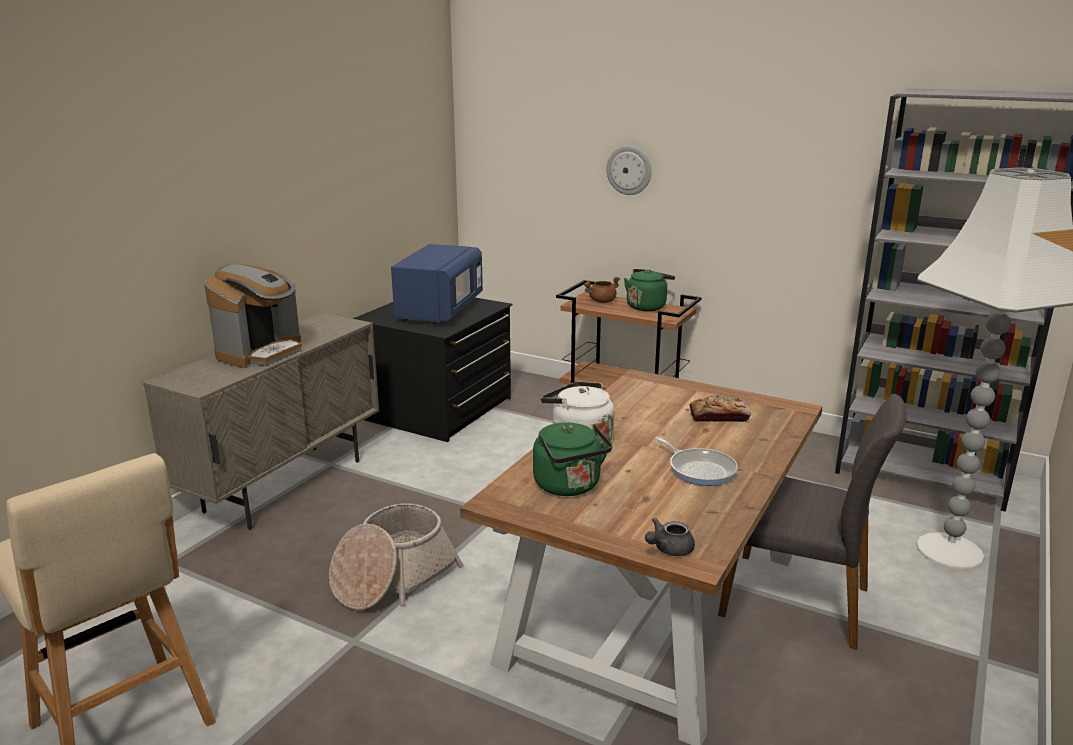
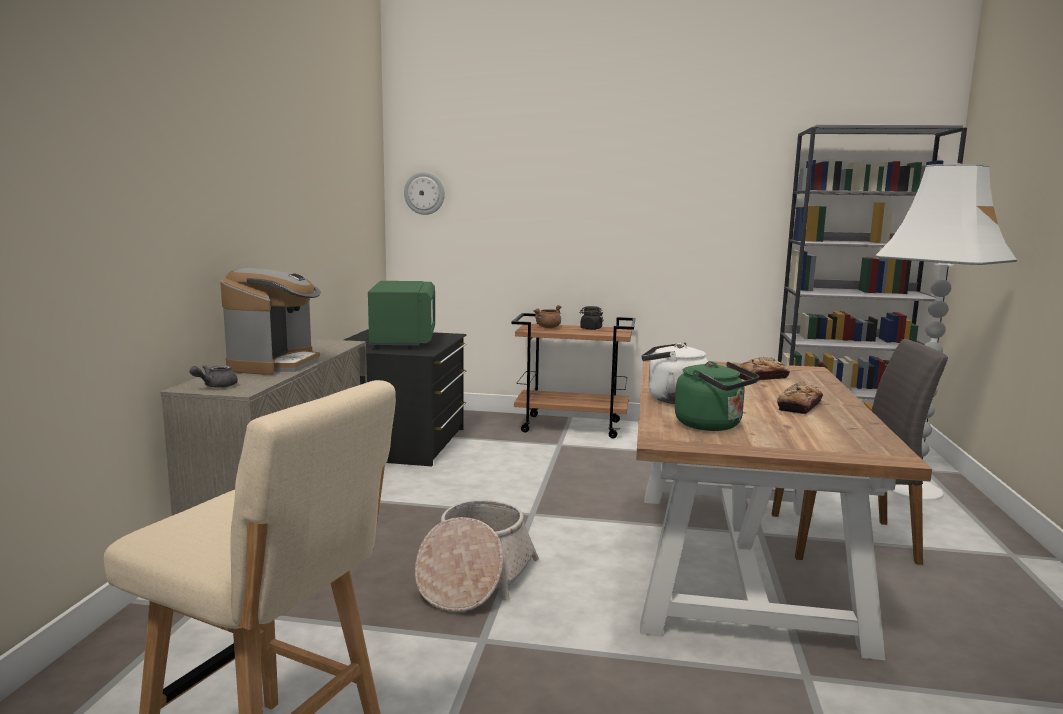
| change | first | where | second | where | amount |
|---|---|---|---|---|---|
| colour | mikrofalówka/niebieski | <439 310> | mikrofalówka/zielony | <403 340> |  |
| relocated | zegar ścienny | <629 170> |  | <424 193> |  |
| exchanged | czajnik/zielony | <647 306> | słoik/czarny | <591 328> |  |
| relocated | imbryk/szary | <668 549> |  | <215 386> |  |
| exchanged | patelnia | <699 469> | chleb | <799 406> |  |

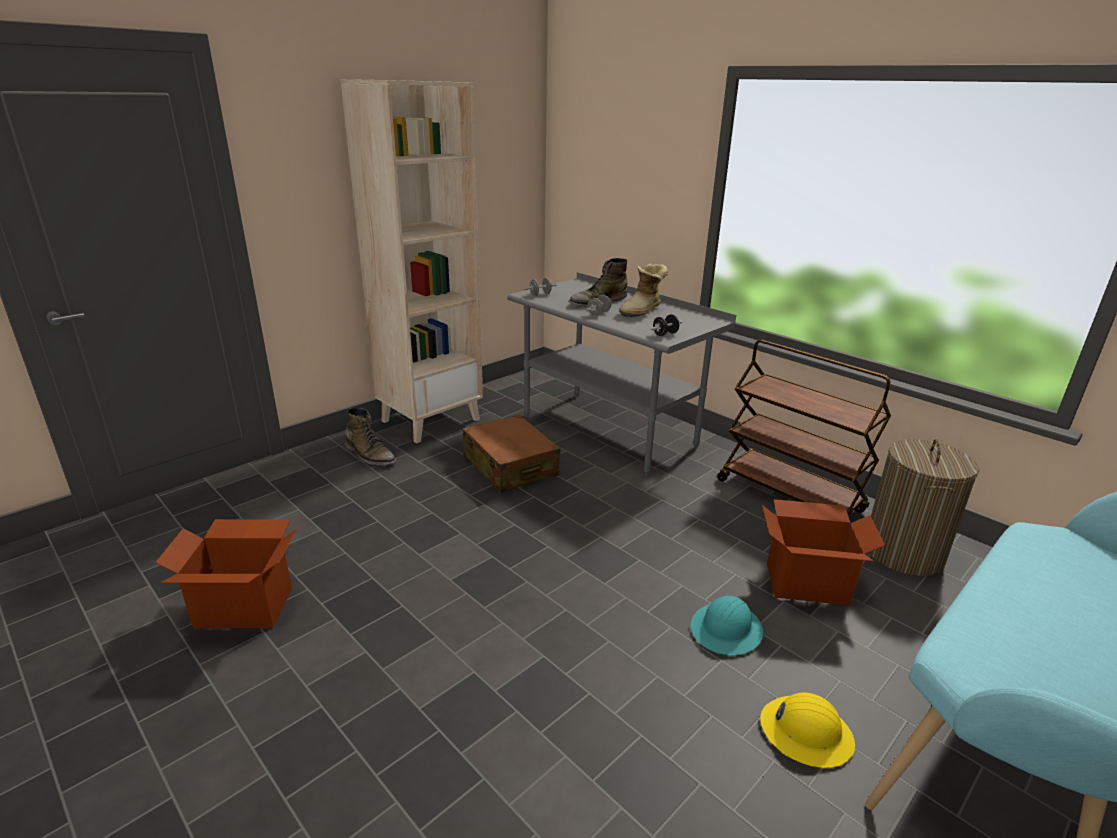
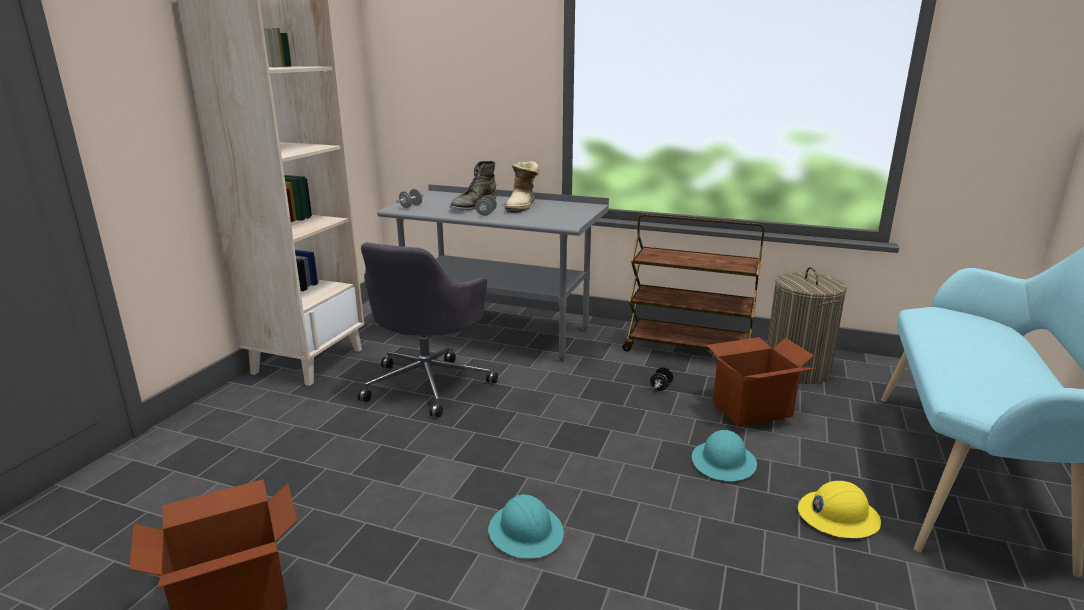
| change | first | where | second | where | amount |
|---|---|---|---|---|---|
| missing | but z cholewką/zielony | <370 455> |  |  |  |
| exchanged | walizka/brązowy | <510 466> | krzesło biurowe/szary | <429 383> |  |
| relocated | hantel/czarny | <665 334> |  | <661 387> |  |
| appeared |  |  | kask/turkusowy | <526 532> |  |

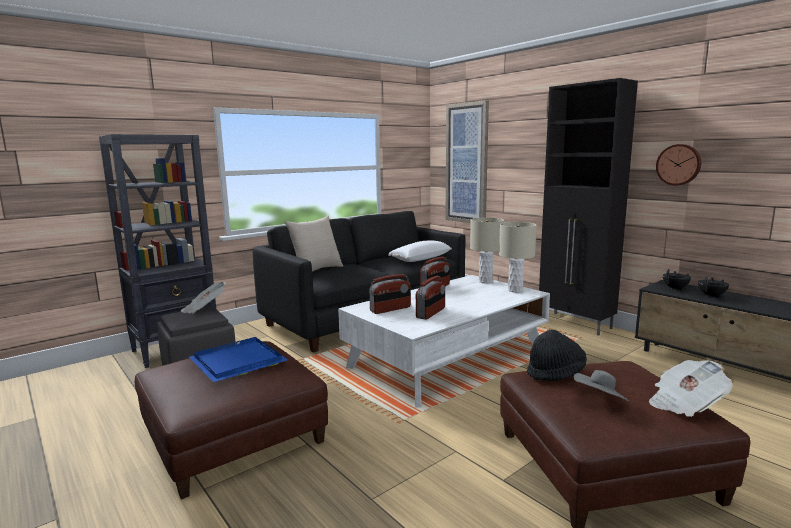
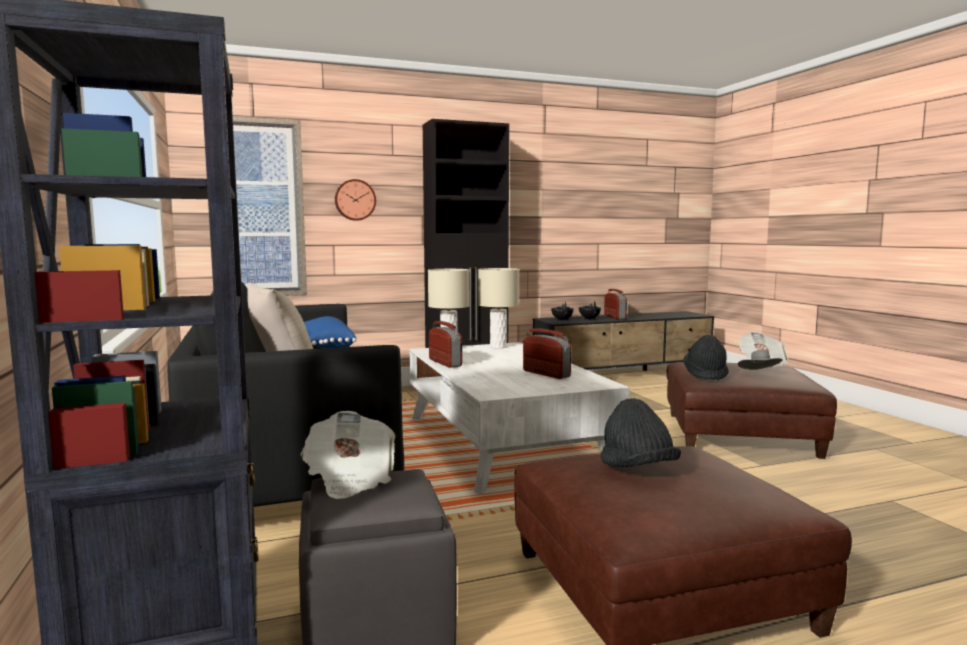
| change | first | where | second | where | amount |
|---|---|---|---|---|---|
| exchanged | taca/niebieski | <240 361> | kapelusz/czarny | <637 469> |  |
| relocated | radio | <390 309> |  | <615 317> |  |
| colour | poduszka/biały | <420 259> | poduszka/niebieski | <324 346> |  |
| relocated | zegar ścienny | <679 164> |  | <355 200> |  |

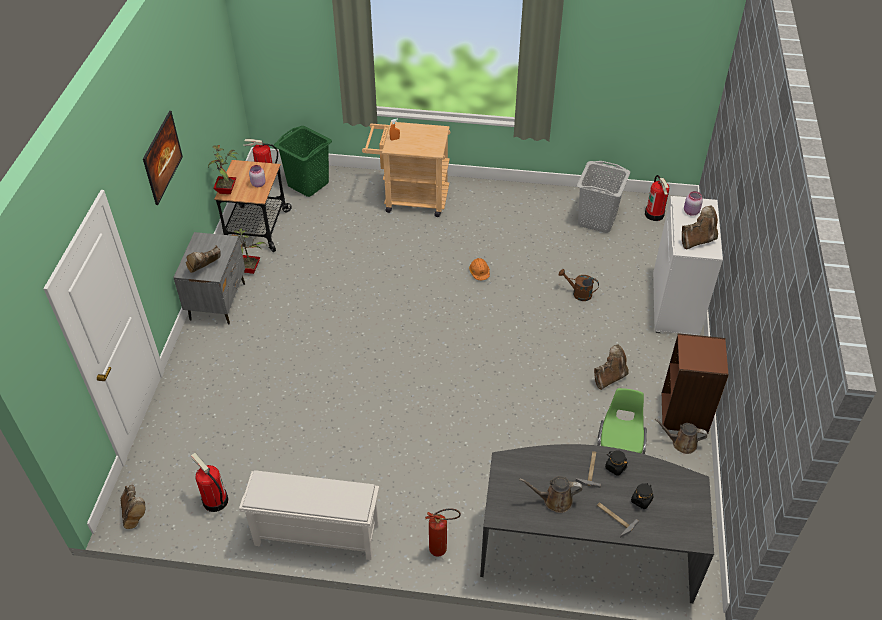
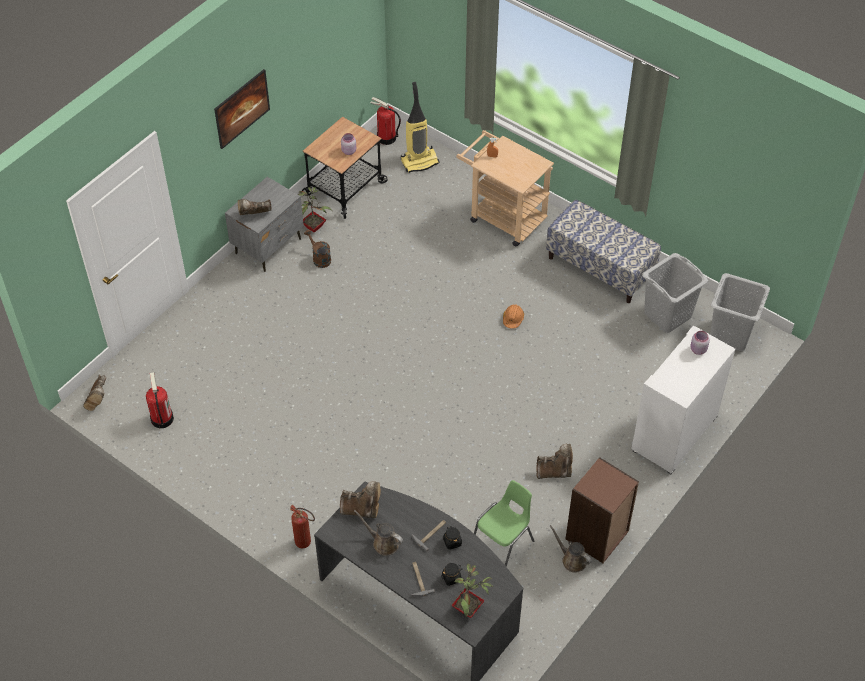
| change | first | where | second | where | amount |
|---|---|---|---|---|---|
| relocated | roślina doniczkowa | <227 190> |  | <468 609> |  |
| missing | regał na buty/biały | <315 535> |  |  |  |
| exchanged | kosz na pranie/zielony | <308 184> | odkurzacz | <419 161> |  |
| relocated | konewka/brązowy | <578 293> |  | <319 258> |  |
| exchanged | gaśnica | <654 214> | kosz na pranie/szary | <731 334> |  |
| relocated | but z cholewką/brązowy | <697 240> |  | <362 510> |  |
| appeared |  |  | ławka | <600 268> |  |

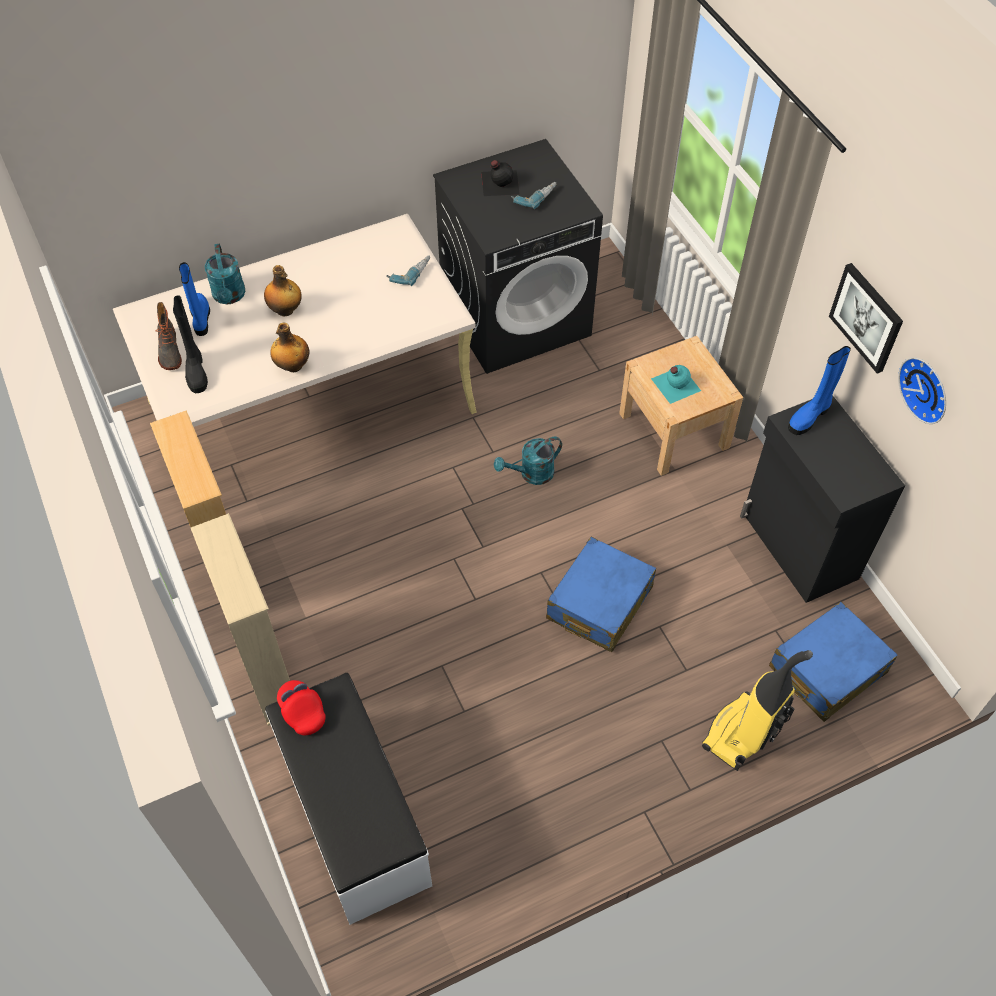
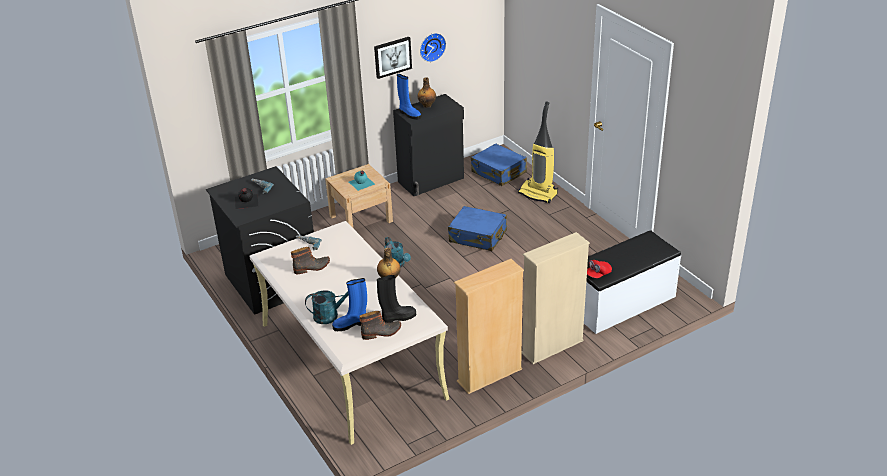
| change | first | where | second | where | amount |
|---|---|---|---|---|---|
| relocated | butelka | <285 310> |  | <427 105> |  |
| appeared |  |  | but z cholewką | <312 267> |  |

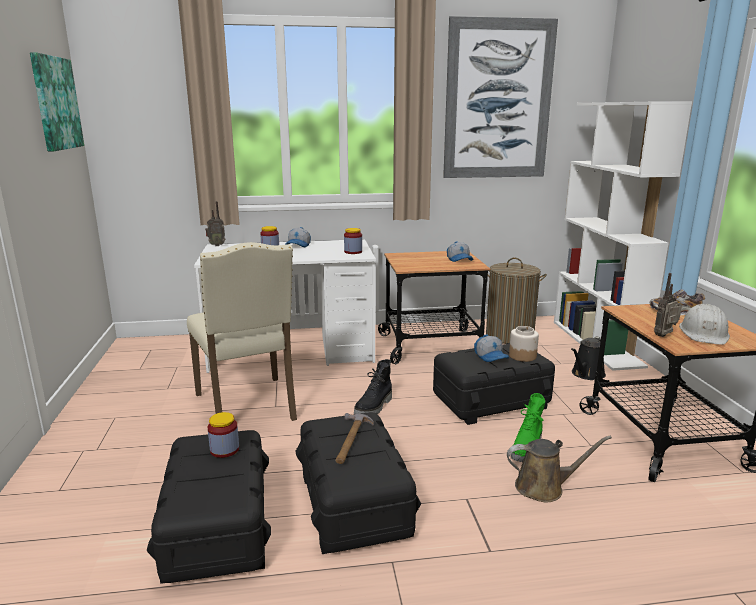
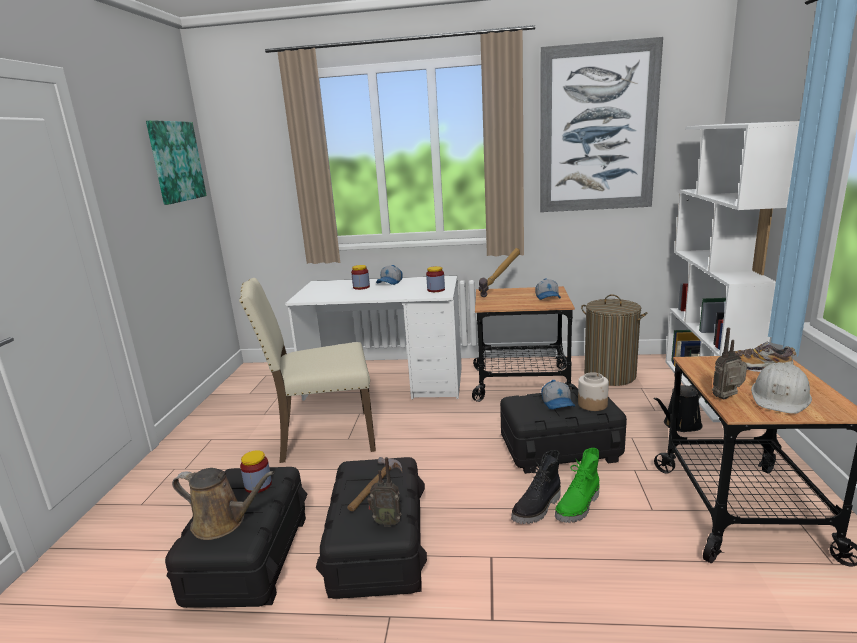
| change | first | where | second | where | amount |
|---|---|---|---|---|---|
| spun | krzesło/beżowy | <248 407> |  | <324 437> | 90 degrees clockwise |
| relocated | radio | <216 245> |  | <387 522> |  |
| relocated | but z cholewką/czarny | <374 407> |  | <538 509> |  |
| relocated | konewka/brązowy | <544 487> |  | <223 522> |  |
| appeared |  |  | młotek | <500 295> |  |

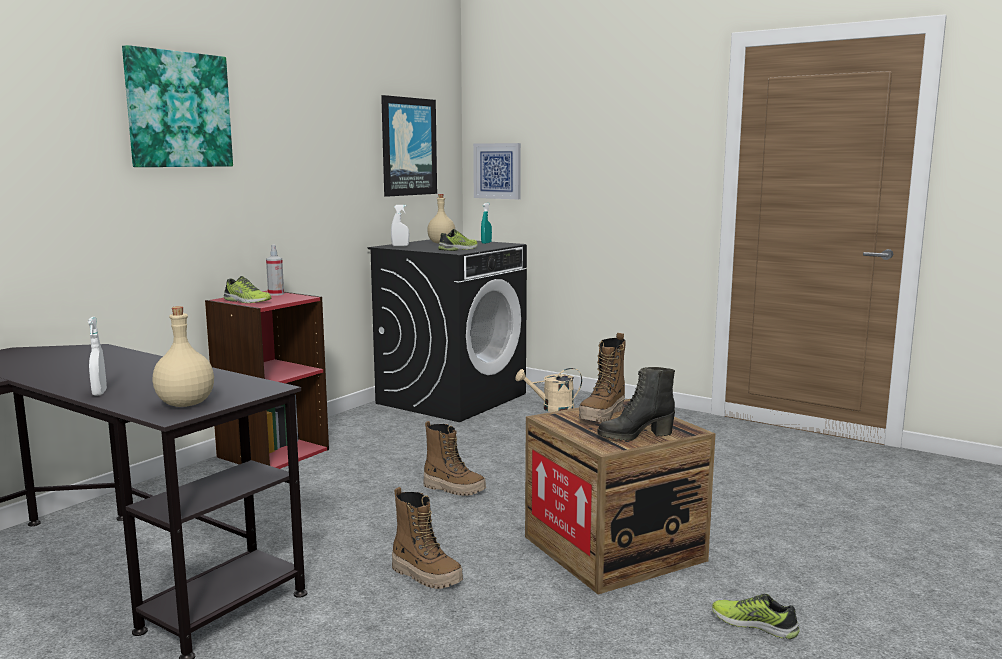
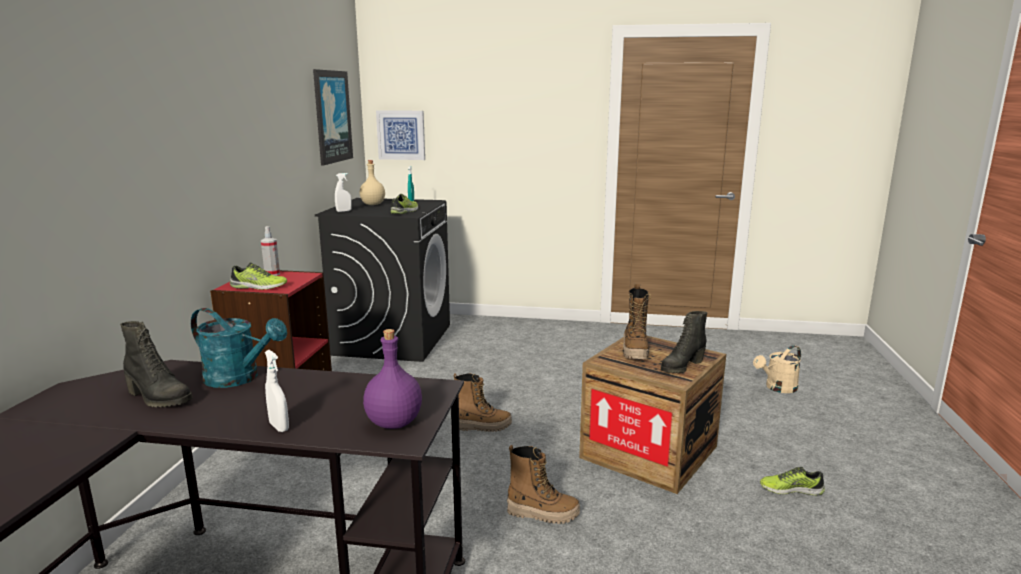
| change | first | where | second | where | amount |
|---|---|---|---|---|---|
| missing | obraz | <178 110> |  |  |  |
| colour | butelka/beżowy | <184 404> | butelka/fioletowy | <393 423> |  |
| relocated | konewka/beżowy | <552 408> |  | <777 388> |  |
| appeared |  |  | but z cholewką/czarny | <158 398> |  |
| appeared |  |  | konewka/turkusowy | <239 378> |  |

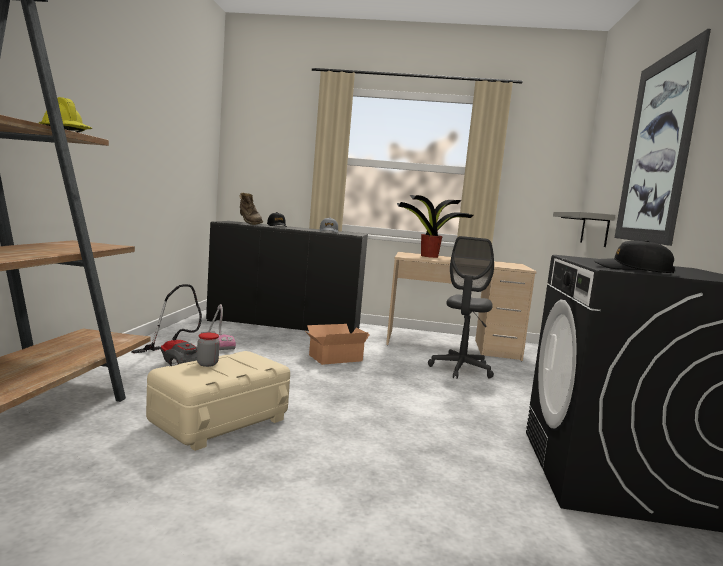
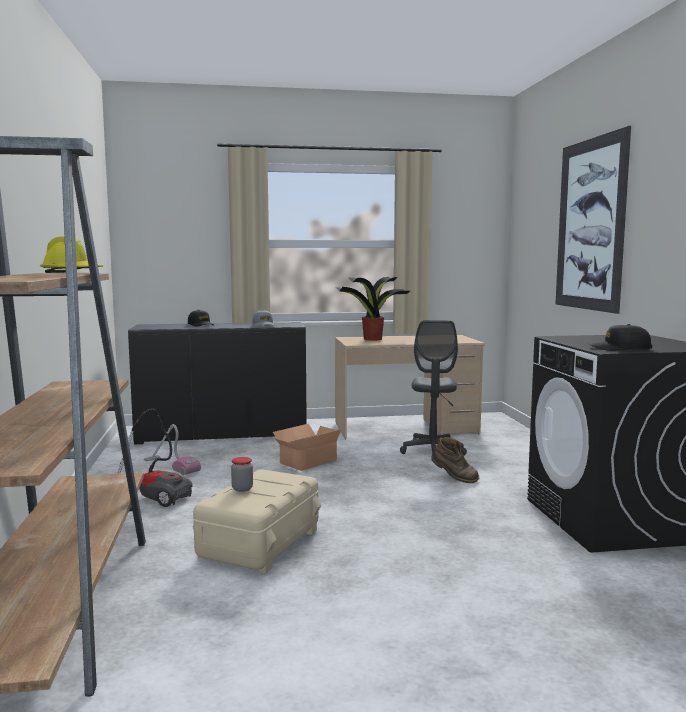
| change | first | where | second | where | amount |
|---|---|---|---|---|---|
| relocated | but z cholewką/brązowy | <249 223> |  | <454 478> |  |
| missing | półka/szary | <594 229> |  |  |  |

